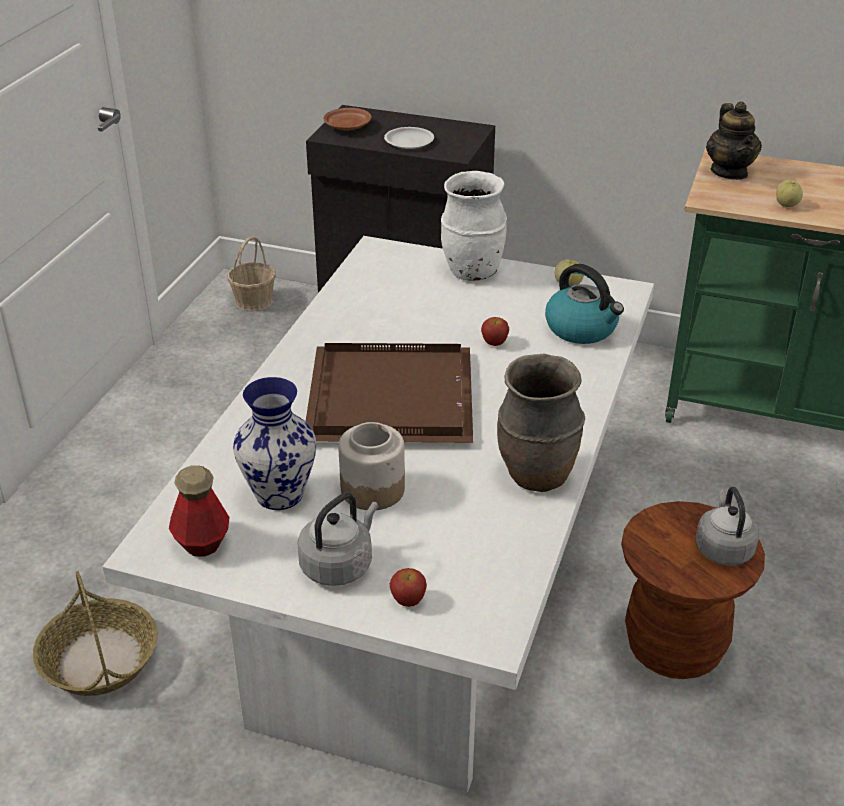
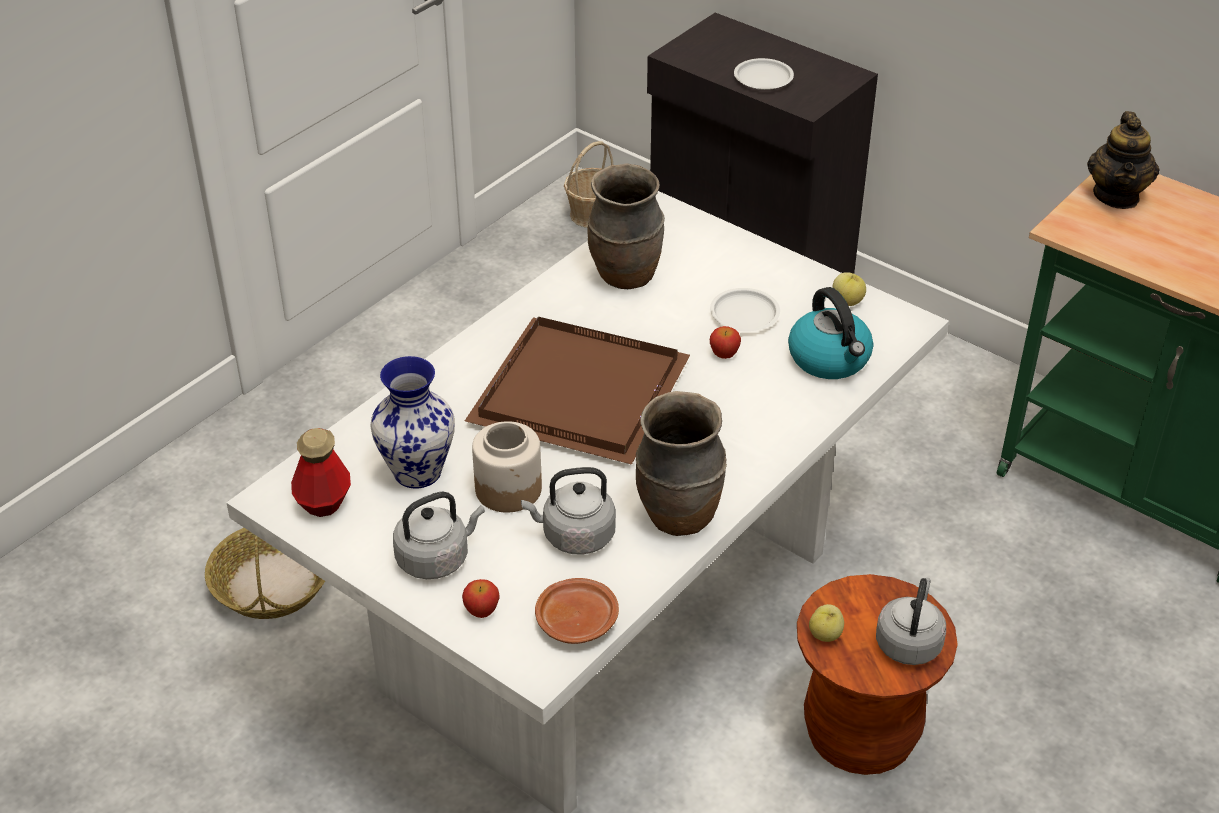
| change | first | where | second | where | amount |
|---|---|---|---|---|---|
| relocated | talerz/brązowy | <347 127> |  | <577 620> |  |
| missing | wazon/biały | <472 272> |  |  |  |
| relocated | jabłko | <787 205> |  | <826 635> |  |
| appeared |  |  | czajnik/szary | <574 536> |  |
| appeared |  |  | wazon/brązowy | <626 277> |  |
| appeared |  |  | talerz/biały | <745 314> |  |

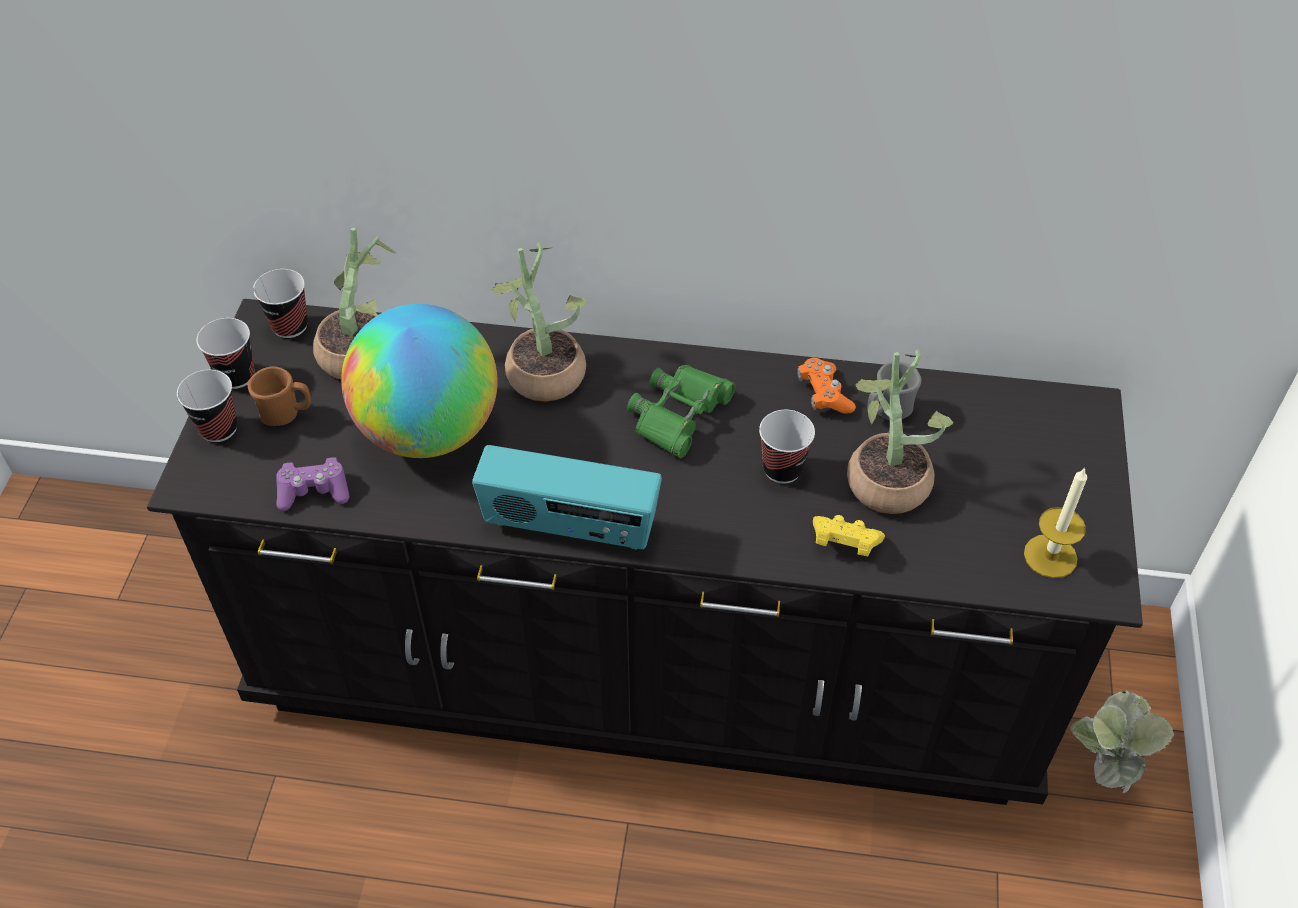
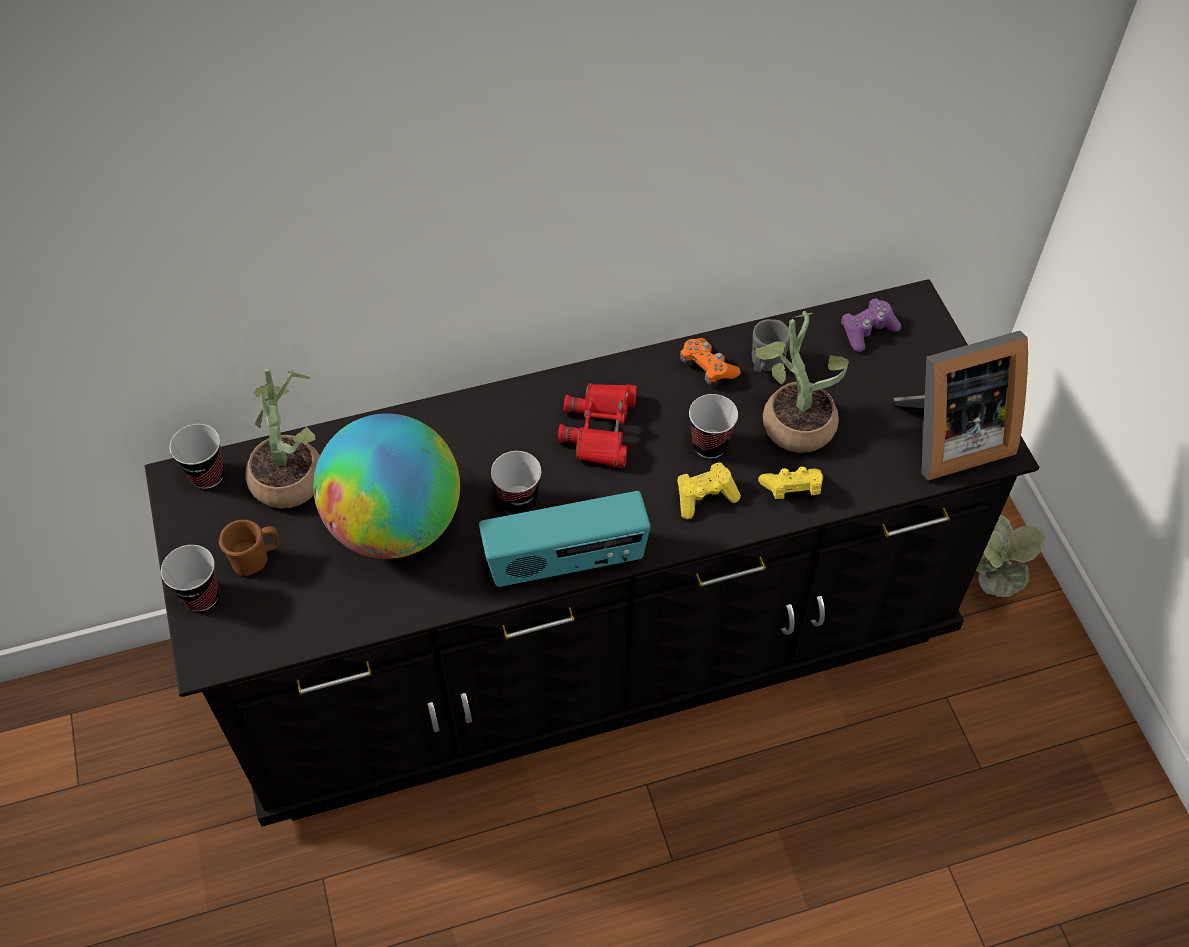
| change | first | where | second | where | amount |
|---|---|---|---|---|---|
| relocated | filiżanka | <236 376> |  | <518 502> |  |
| relocated | pad do gier/fioletowy | <314 491> |  | <867 331> |  |
| missing | roślina doniczkowa | <542 368> |  |  |  |
| colour | lornetka/zielony | <679 414> | lornetka/czerwony | <600 429> |  |
| exchanged | świeca | <1050 556> | ramka na zdjęcie | <948 438> |  |
| appeared |  |  | pad do gier/żółty | <705 497> |  |

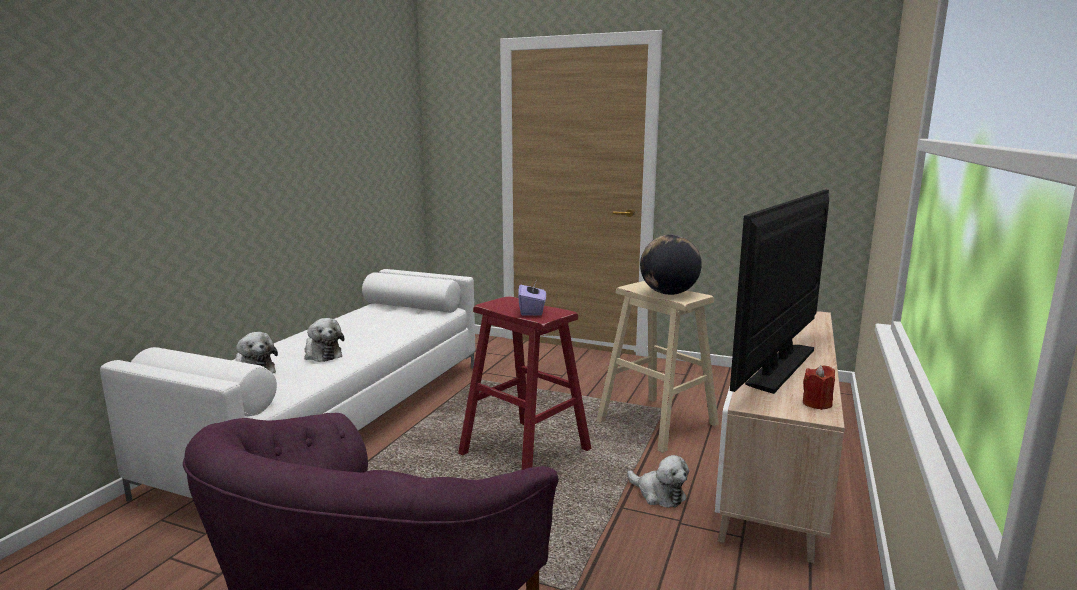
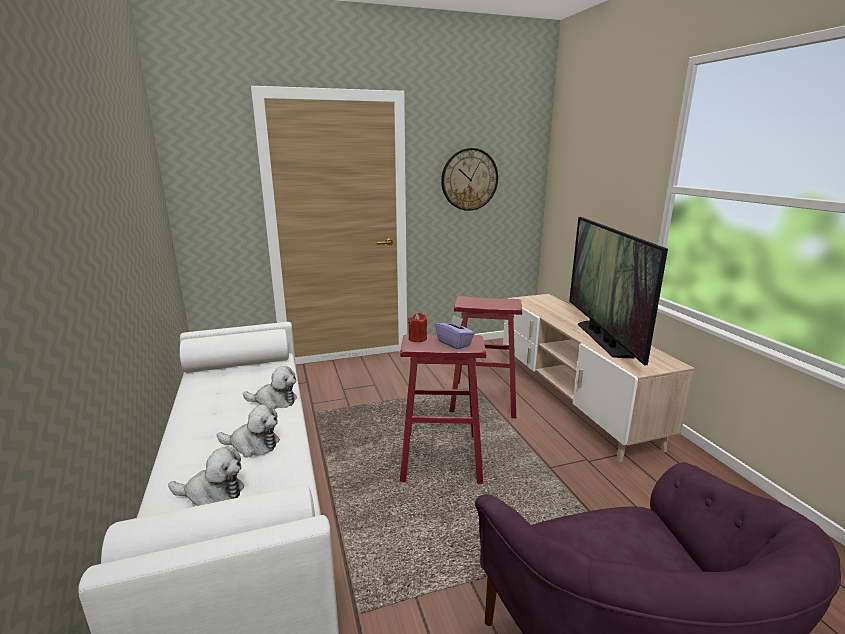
| change | first | where | second | where | amount |
|---|---|---|---|---|---|
| colour | stołek/beżowy | <657 423> | stołek/czerwony | <483 398> |  |
| relocated | pluszak | <658 494> |  | <274 401> |  |
| missing | globus | <668 293> |  |  |  |
| relocated | świeca/czerwony | <817 404> |  | <417 339> |  |
| appeared |  |  | zegar ścienny | <469 179> |  |

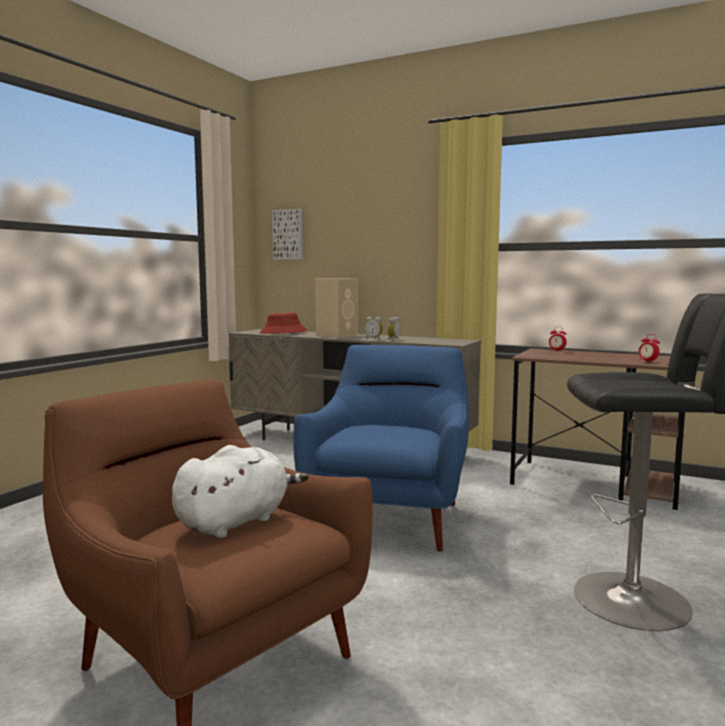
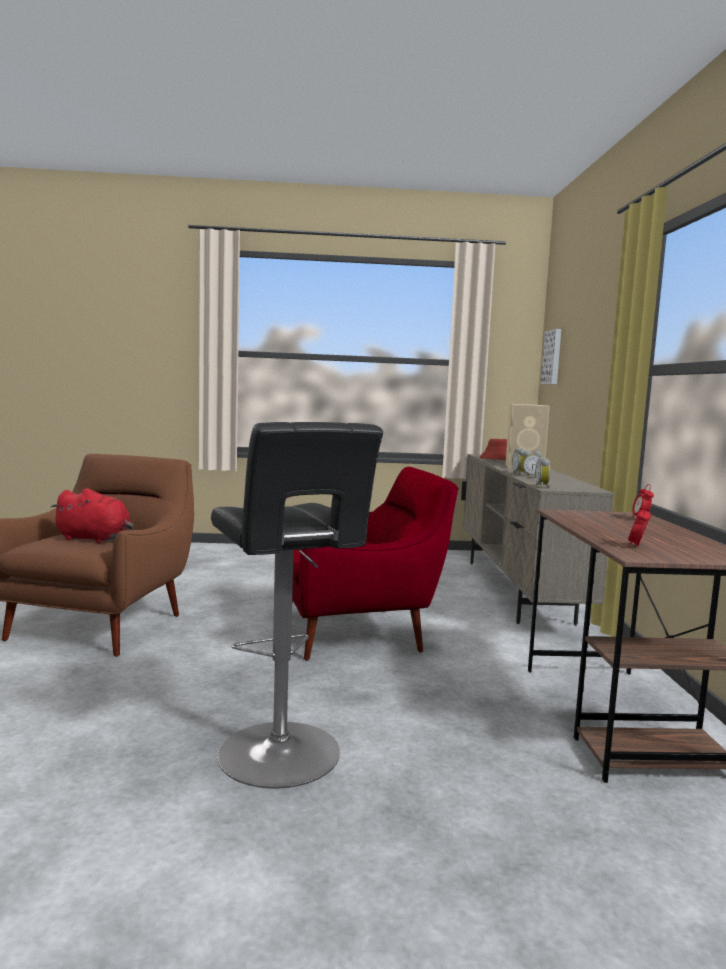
| change | first | where | second | where | amount |
|---|---|---|---|---|---|
| colour | pluszak/biały | <236 521> | pluszak/czerwony | <95 539> |  |
| colour | fotel/niebieski | <390 516> | fotel/czerwony | <358 632> |  |
| appeared |  |  | budzik | <542 487> |  |

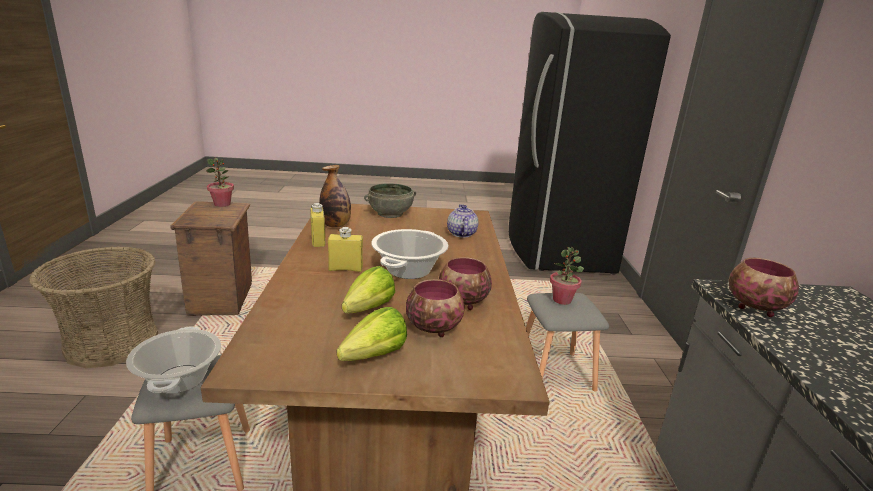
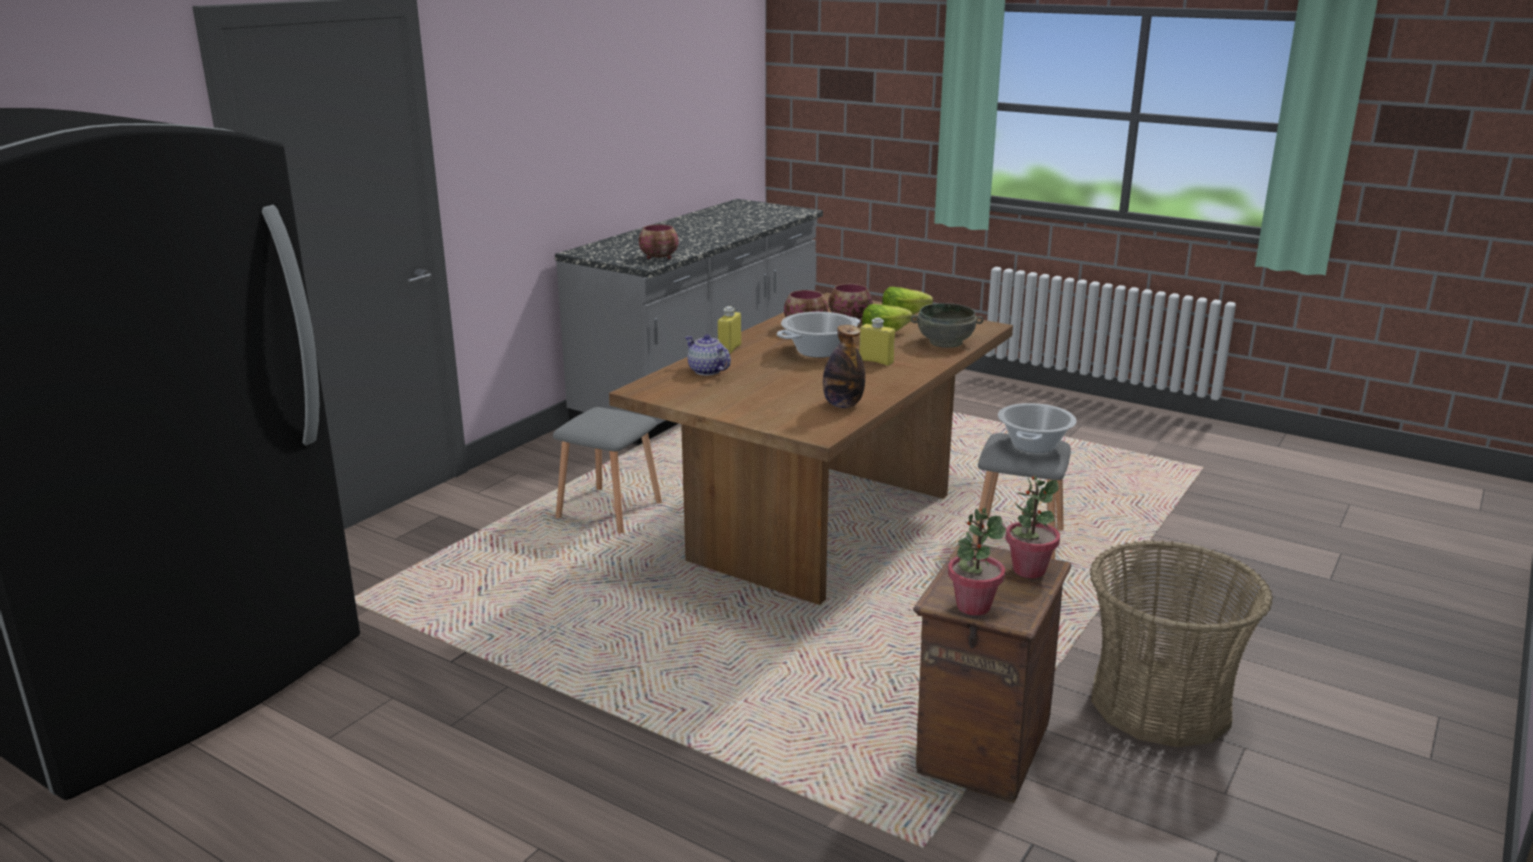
| change | first | where | second | where | amount |
|---|---|---|---|---|---|
| relocated | butelka/żółty | <318 241> |  | <729 349> |  |
| relocated | miska/szary | <390 214> |  | <945 342> |  |
| spun | imbryk | <461 234> |  | <707 371> | 105 degrees clockwise |
| relocated | roślina doniczkowa | <562 300> |  | <1028 570> |  |

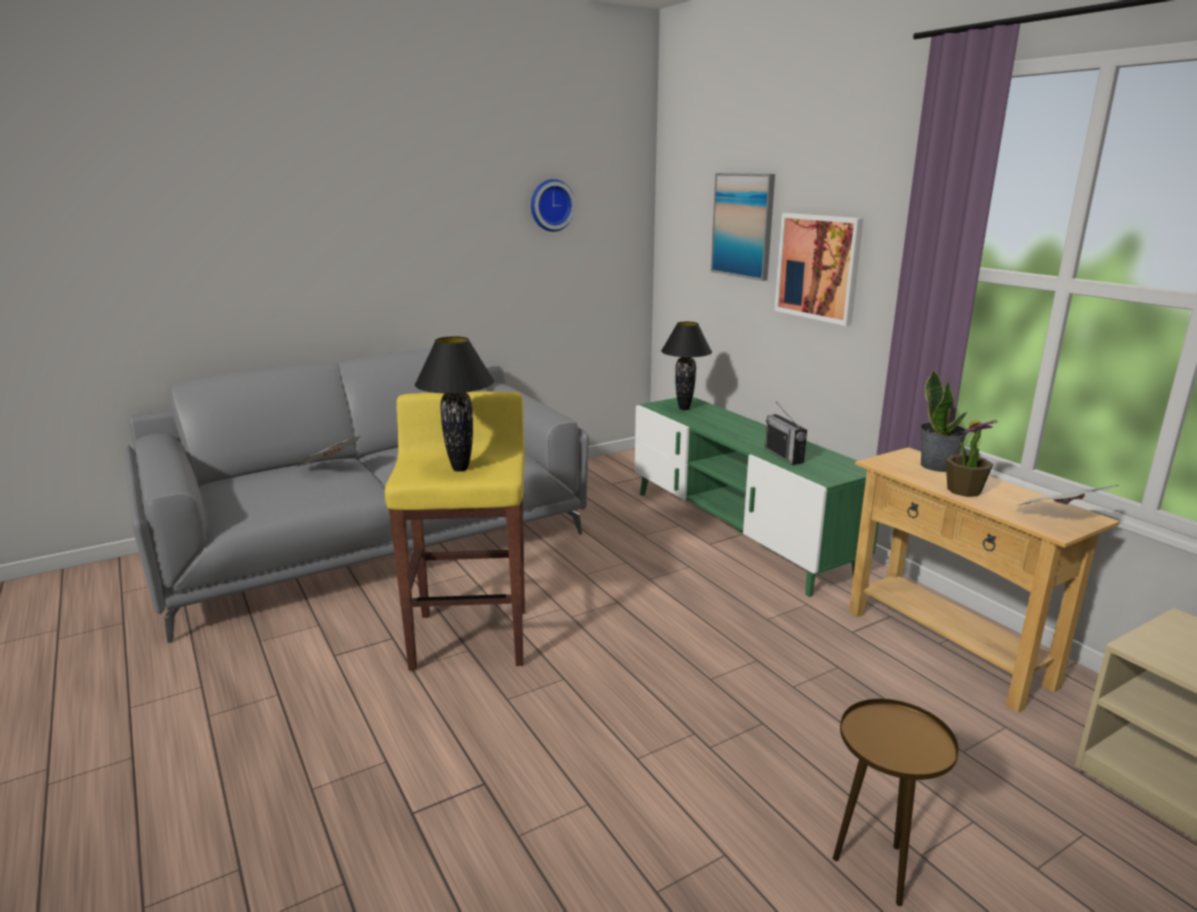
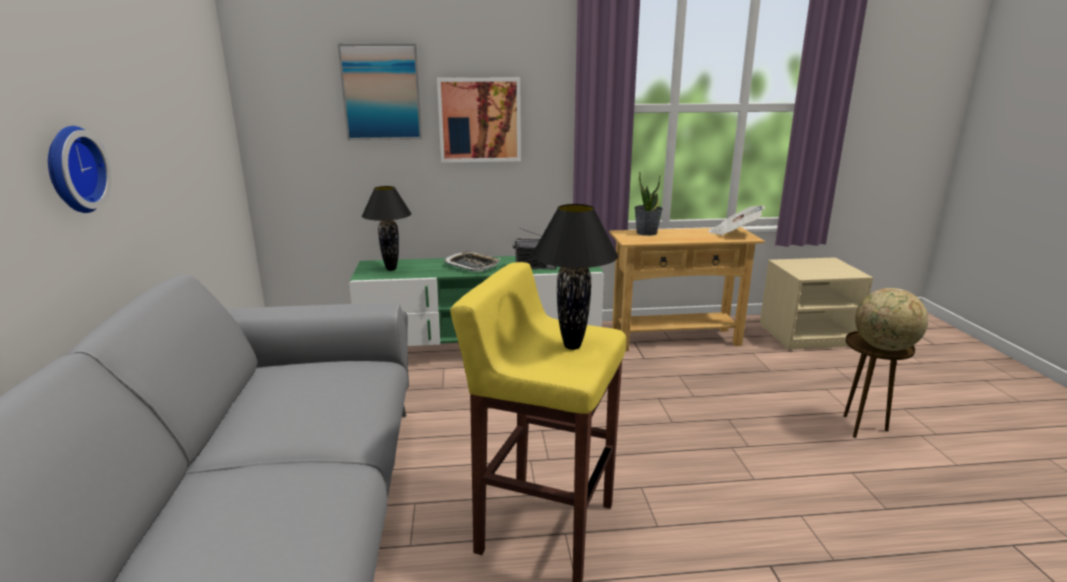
| change | first | where | second | where | amount |
|---|---|---|---|---|---|
| missing | gazeta | <330 468> |  |  |  |
| relocated | zegar ścienny | <551 205> |  | <72 170> |  |
| missing | roślina doniczkowa | <964 491> |  |  |  |
| appeared |  |  | taca | <472 265> |  |
| appeared |  |  | globus | <884 348> |  |

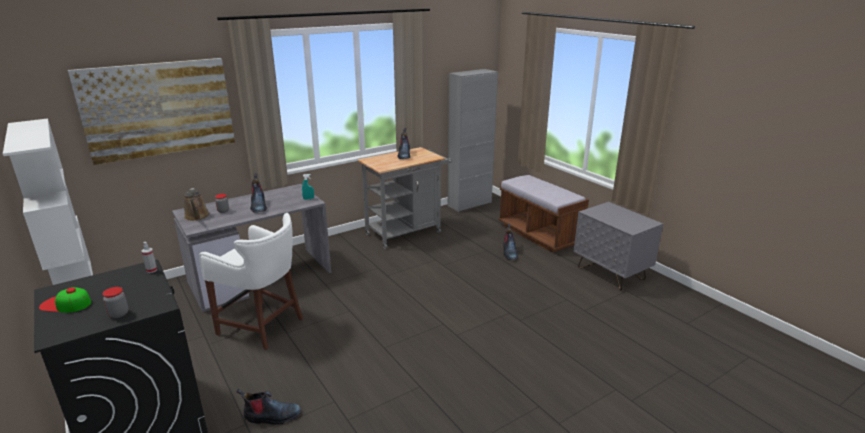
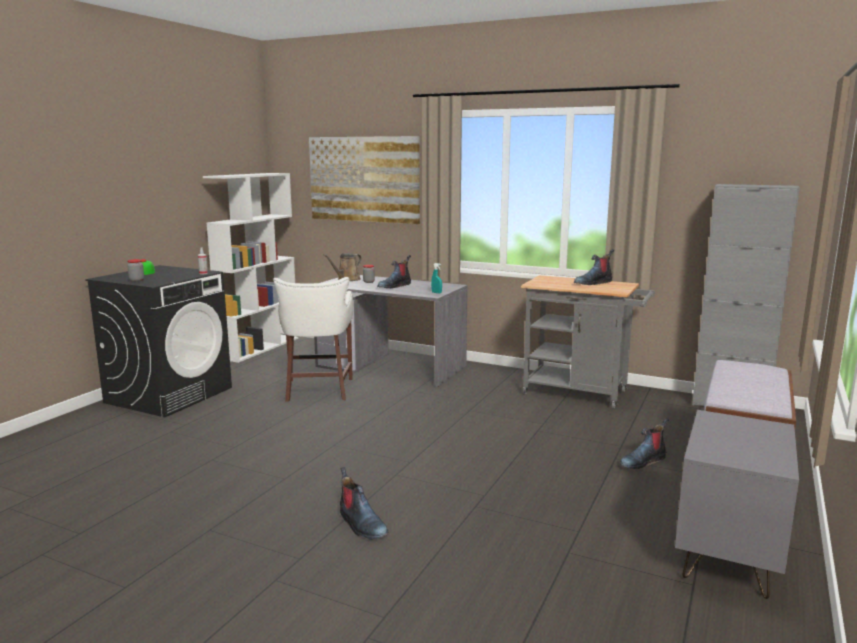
| change | first | where | second | where | amount |
|---|---|---|---|---|---|
| relocated | but z cholewką | <271 417> |  | <361 524> |  |

